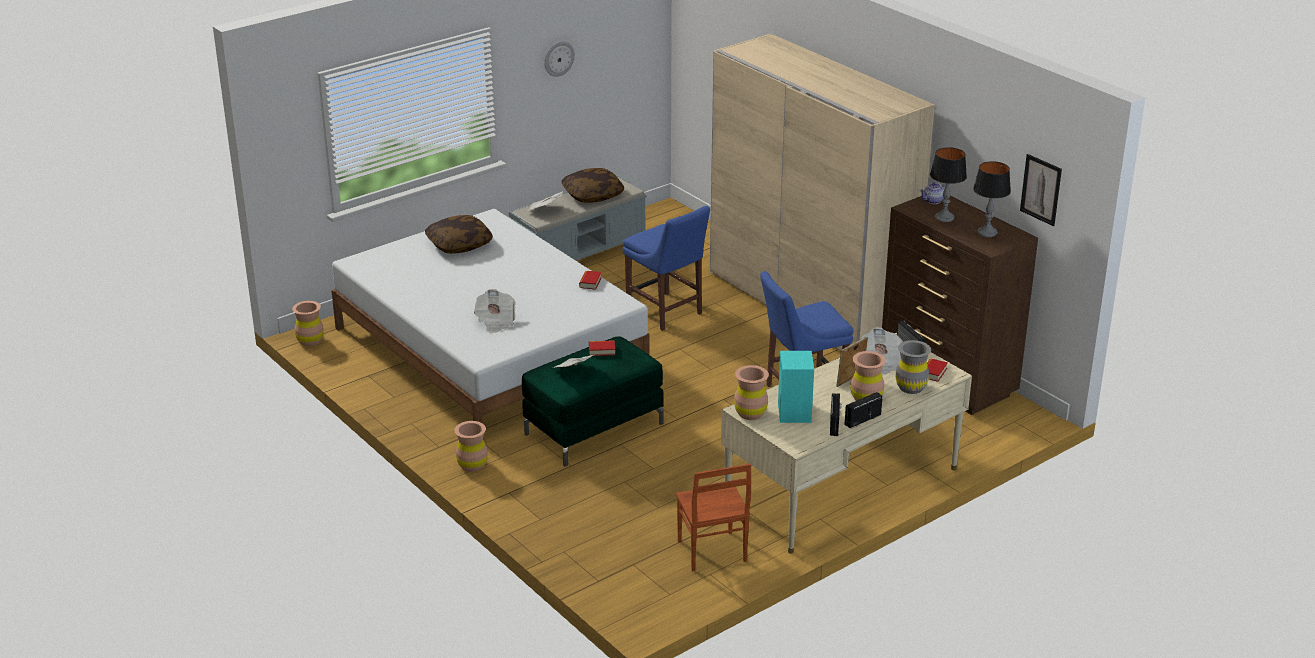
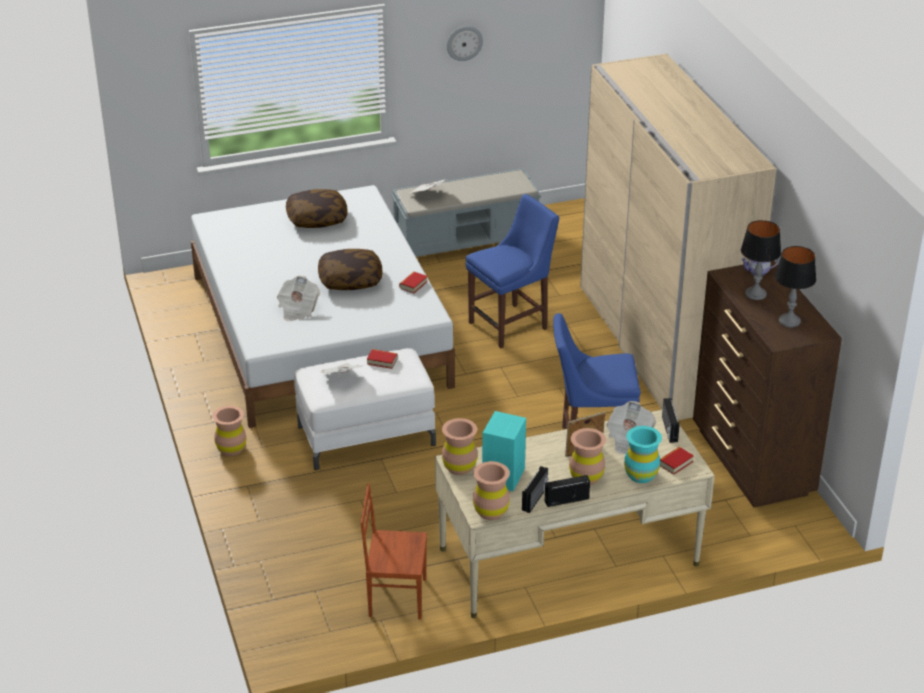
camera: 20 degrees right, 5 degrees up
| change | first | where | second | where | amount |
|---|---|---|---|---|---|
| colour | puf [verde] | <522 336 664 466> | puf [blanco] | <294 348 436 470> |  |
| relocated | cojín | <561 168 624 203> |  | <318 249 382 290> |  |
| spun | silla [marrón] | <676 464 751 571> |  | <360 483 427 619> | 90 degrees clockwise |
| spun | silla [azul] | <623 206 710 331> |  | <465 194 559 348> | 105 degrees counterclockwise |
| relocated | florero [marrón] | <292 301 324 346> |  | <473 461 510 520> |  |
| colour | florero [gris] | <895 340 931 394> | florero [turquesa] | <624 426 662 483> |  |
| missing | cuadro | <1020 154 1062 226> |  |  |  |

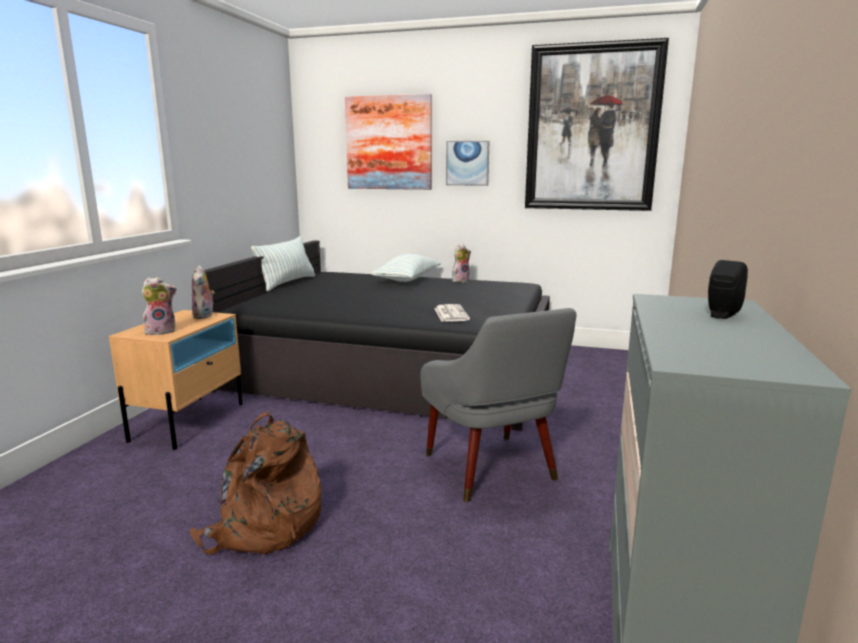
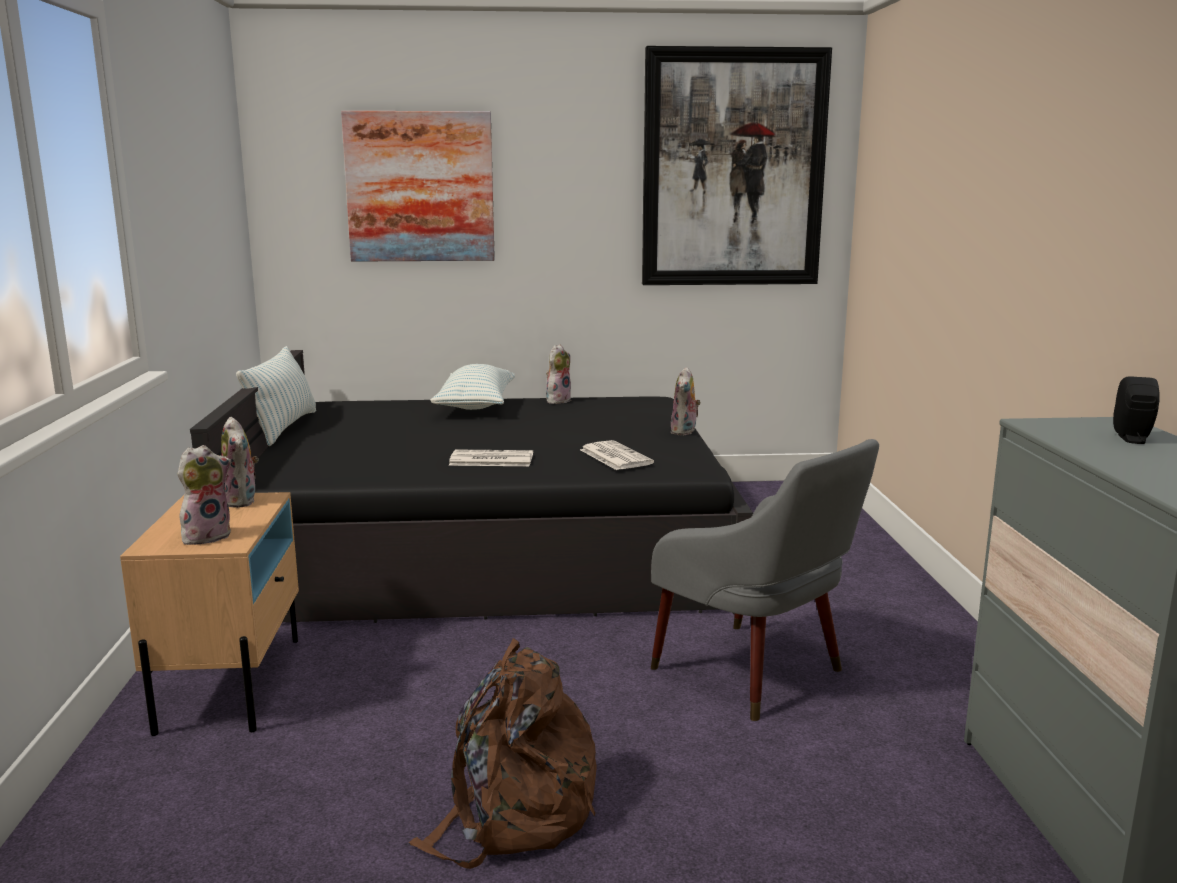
camera: 20 degrees left, 0 degrees up
| change | first | where | second | where | amount |
|---|---|---|---|---|---|
| appeared |  |  | periódico | <449 450 533 466> |  |
| appeared |  |  | peluche | <671 367 701 435> |  |
| missing | cuadro | <446 141 489 186> |  |  |  |

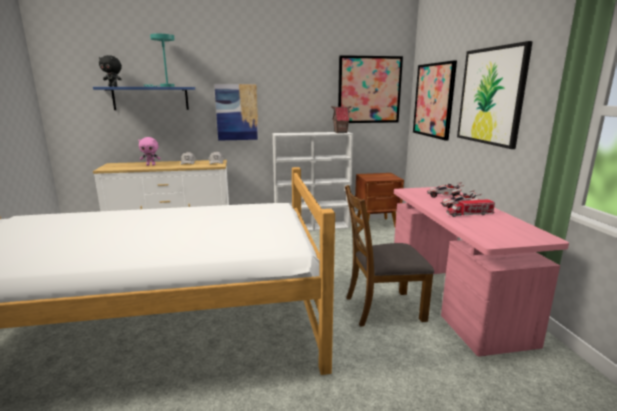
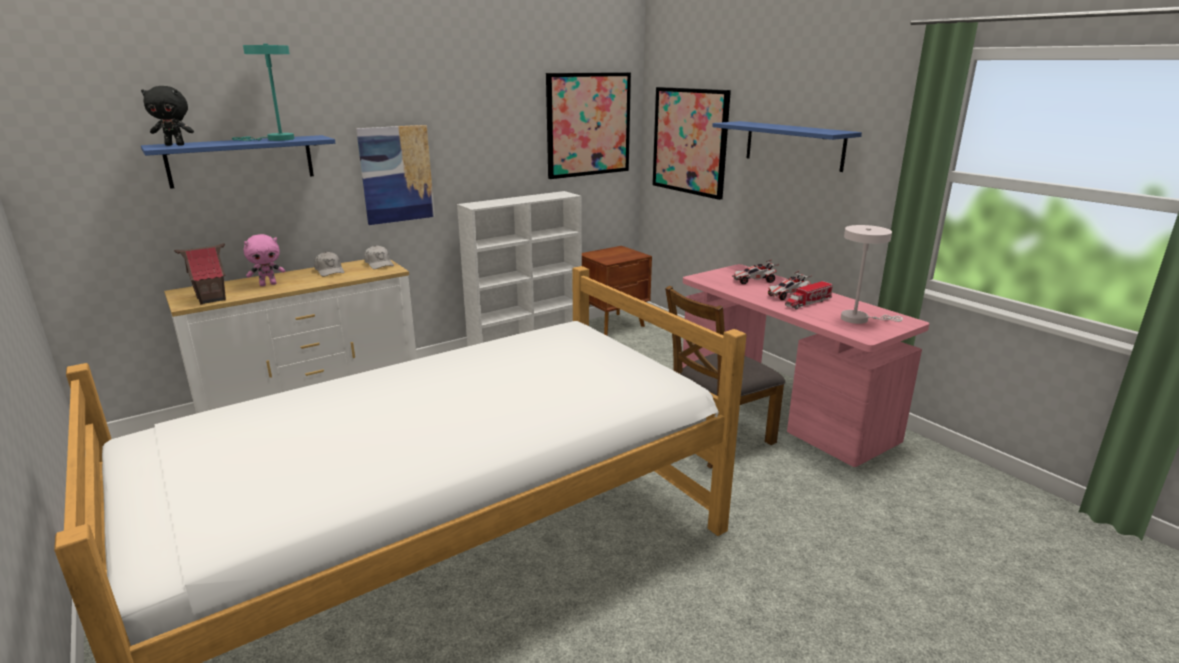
camera: 25 degrees left, 5 degrees up
| change | first | where | second | where | amount |
|---|---|---|---|---|---|
| relocated | casita | <331 106 352 133> |  | <174 243 226 304> |  |
| exchanged | cuadro | <457 41 533 149> | estante [azul] | <712 121 862 172> |  |
| appeared |  |  | lámpara de mesa [blanco] | <841 225 903 324> |  |

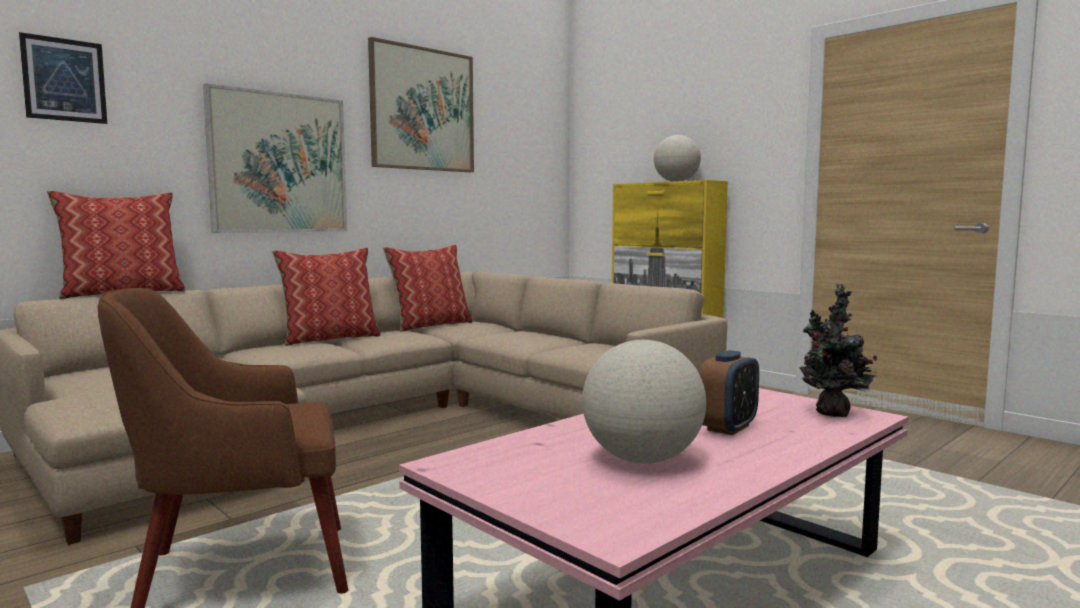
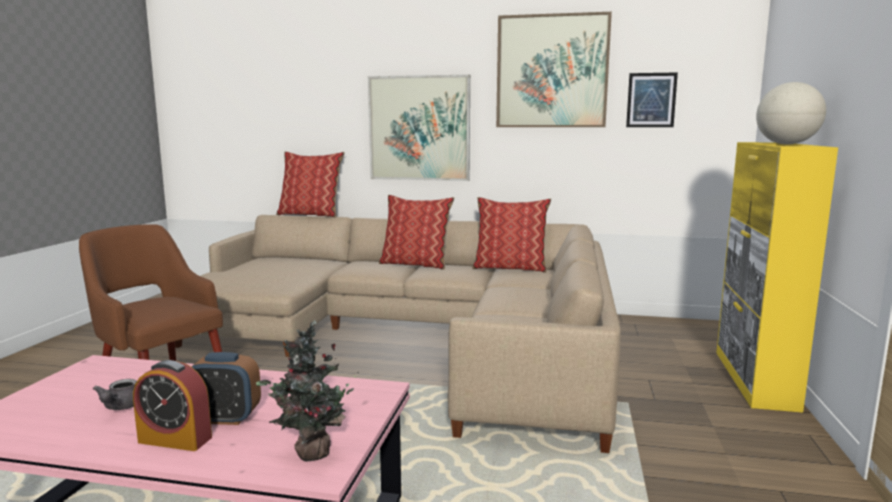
camera: 55 degrees right, 5 degrees up
| change | first | where | second | where | amount |
|---|---|---|---|---|---|
| exchanged | globo terráqueo | <582 340 706 464> | tetera [gris] | <93 379 137 410> |  |
| appeared |  |  | despertador | <133 360 212 451> |  |
| relocated | cuadro | <19 32 107 124> |  | <626 72 678 127> |  |

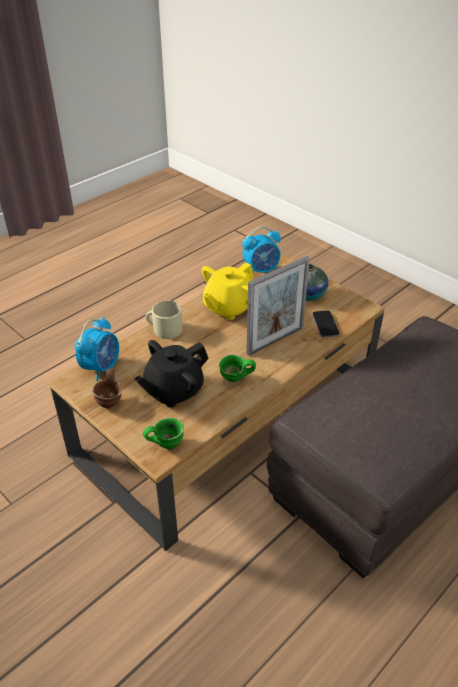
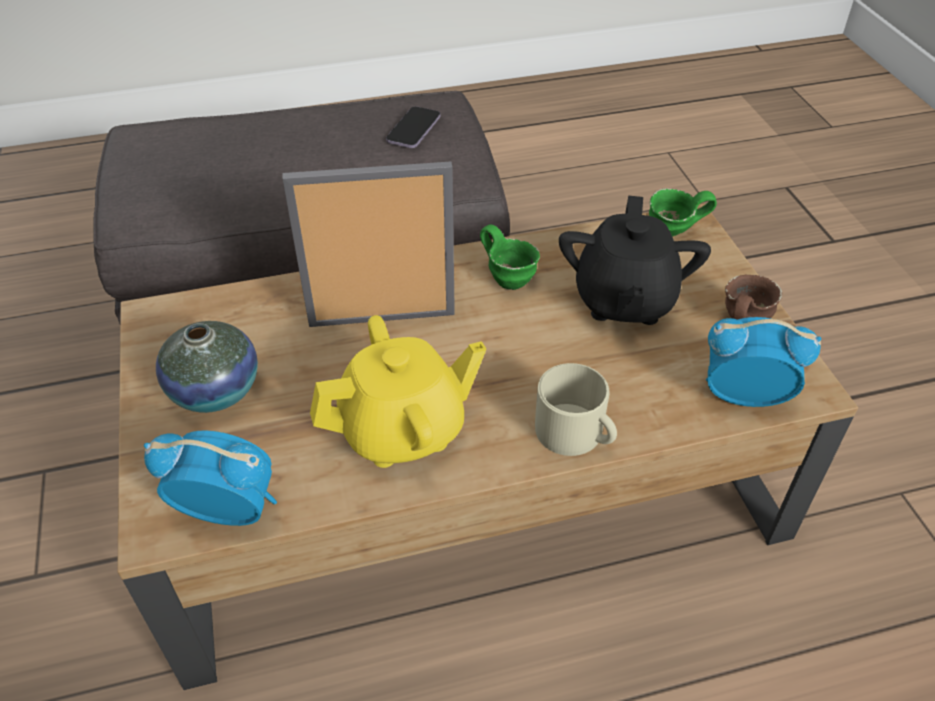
camera: 150 degrees left, 5 degrees up
| change | first | where | second | where | amount |
|---|---|---|---|---|---|
| relocated | móvil | <312 310 339 338> |  | <386 107 441 148> |  |
| spun | tetera [negro] | <134 340 209 408> |  | <559 195 711 325> | 105 degrees clockwise |
| spun | despertador | <75 317 119 381> |  | <706 317 821 407> | 45 degrees clockwise |

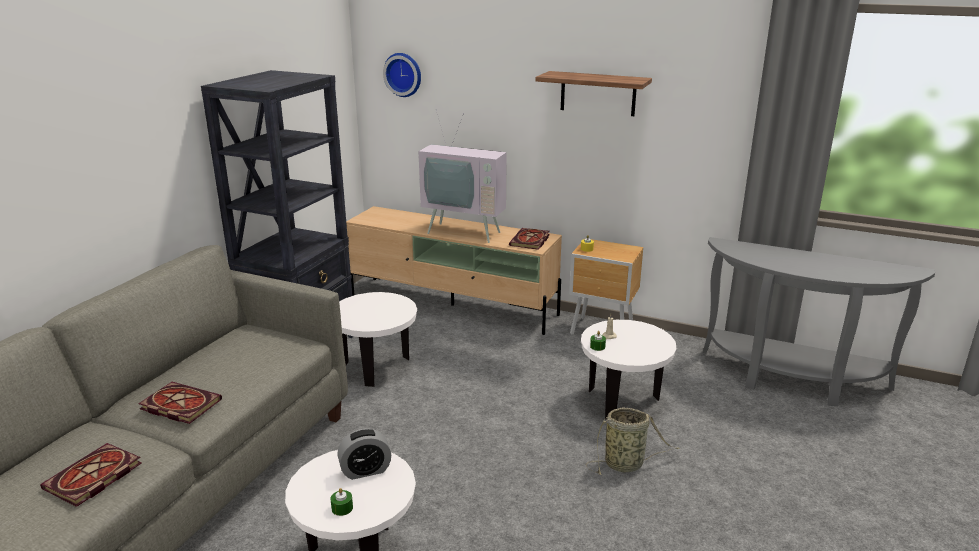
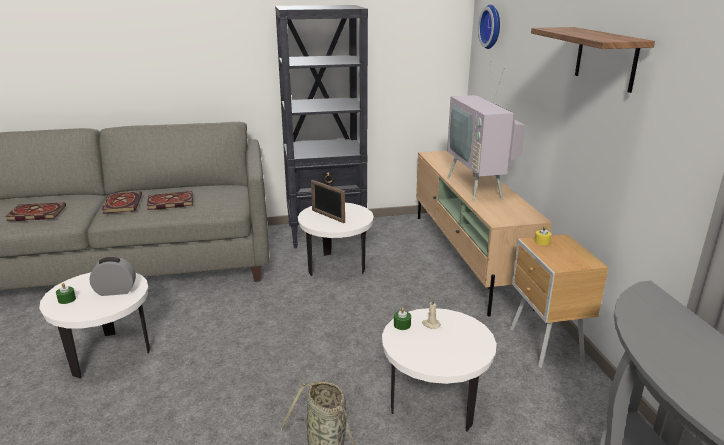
camera: 55 degrees right, 0 degrees up
| change | first | where | second | where | amount |
|---|---|---|---|---|---|
| spun | despertador | <337 428 391 480> |  | <89 257 136 296> | 135 degrees clockwise |
| relocated | libro | <509 228 550 250> |  | <147 191 193 210> |  |
| appeared |  |  | portarretratos | <311 180 345 223> |  |

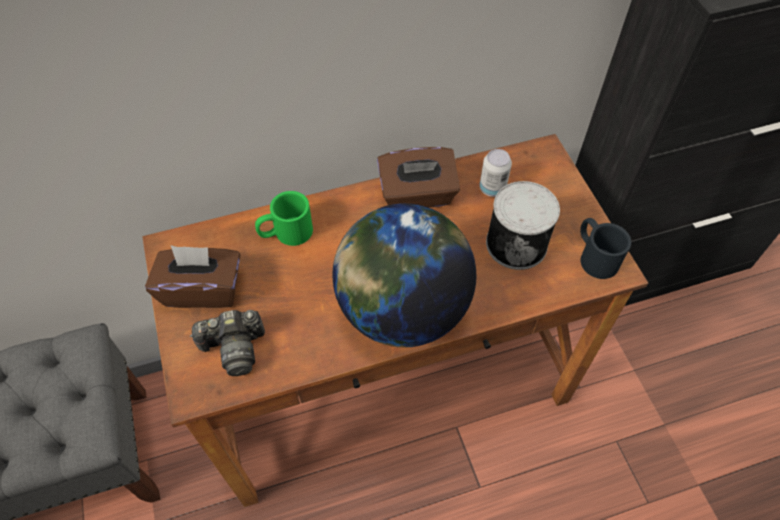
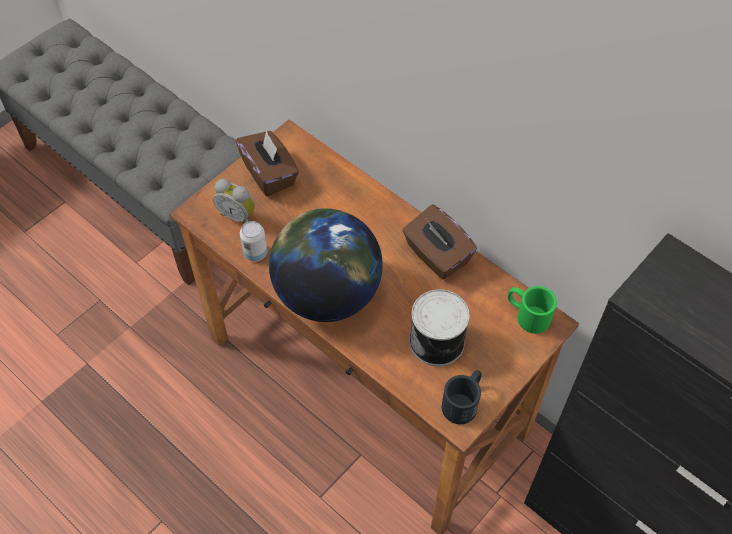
camera: 60 degrees right, 0 degrees up
| change | first | where | second | where | amount |
|---|---|---|---|---|---|
| exchanged | cámara | <190 310 265 376> | despertador | <213 179 255 223> |  |
| relocated | lata | <479 149 512 197> |  | <240 221 267 262> |  |
| relocated | taza grande [verde] | <255 191 313 246> |  | <508 286 557 334> |  |

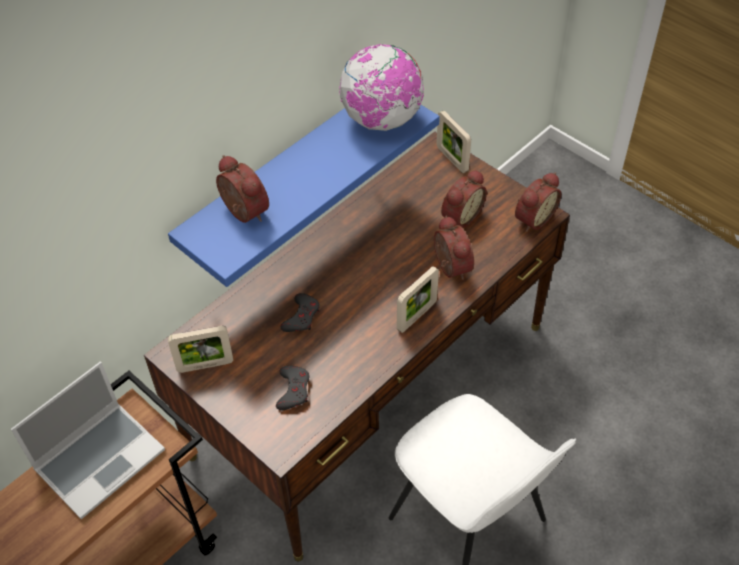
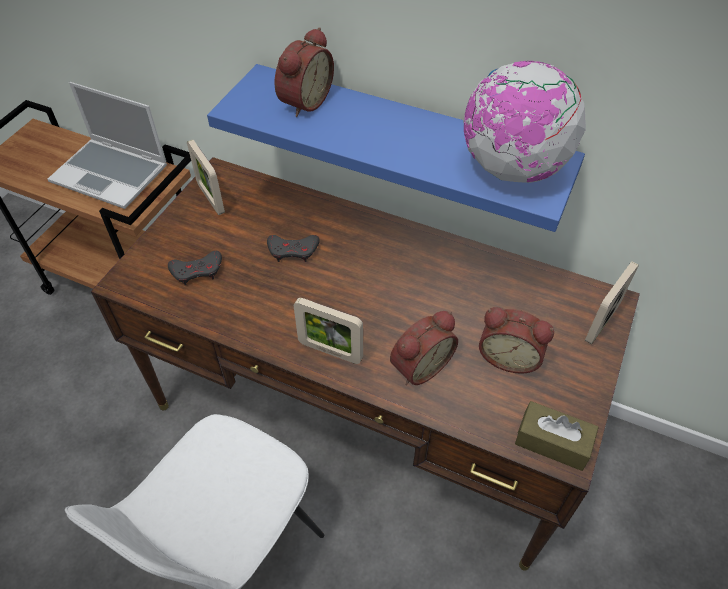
camera: 70 degrees right, 0 degrees up
| change | first | where | second | where | amount |
|---|---|---|---|---|---|
| exchanged | despertador | <515 172 561 232> | caja de pañuelos [marrón] | <515 401 599 471> |  |

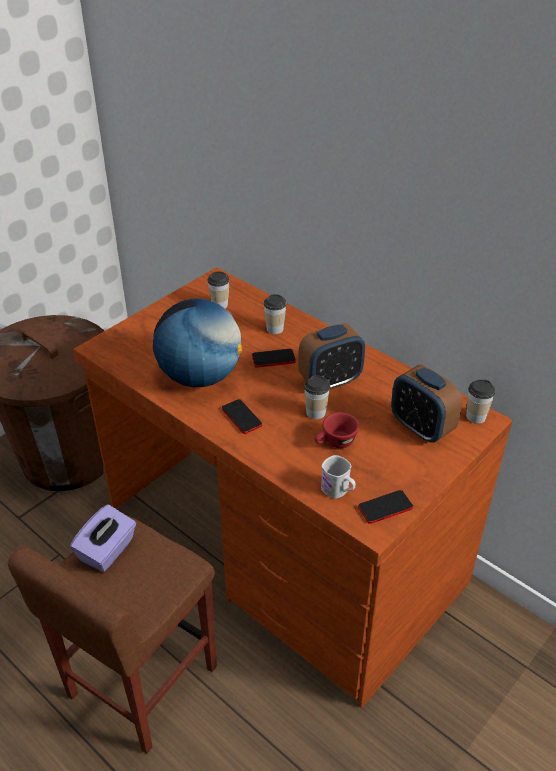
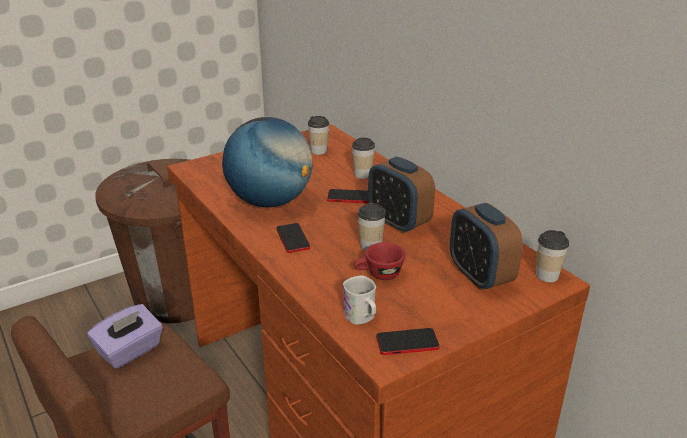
camera: 15 degrees right, 10 degrees down
| change | first | where | second | where | amount |
|---|---|---|---|---|---|
| spun | despertador | <298 323 365 390> |  | <368 156 435 234> | 60 degrees clockwise |

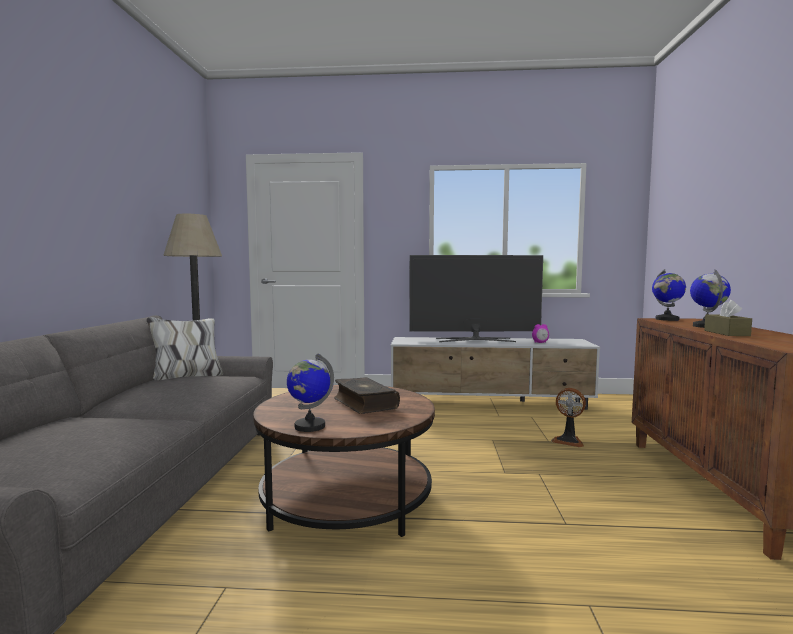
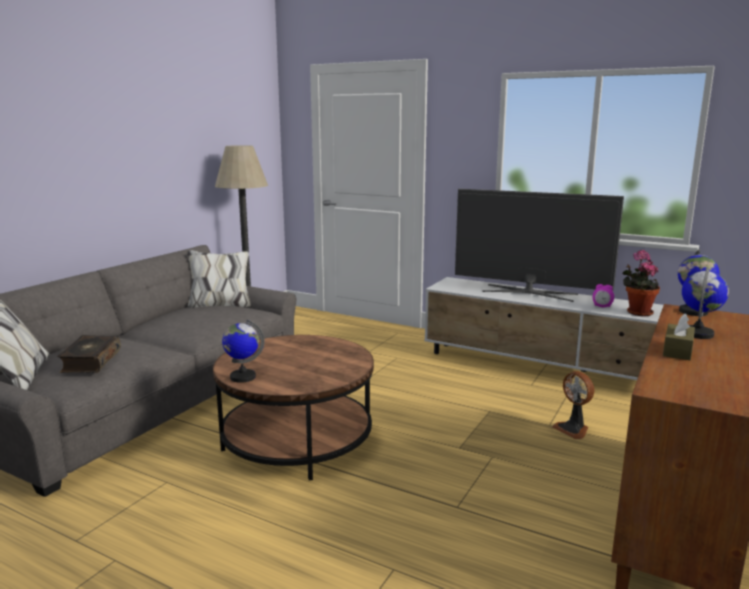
camera: 25 degrees right, 10 degrees up
| change | first | where | second | where | amount |
|---|---|---|---|---|---|
| relocated | libro | <334 377 400 414> |  | <57 335 121 373> |  |
| appeared |  |  | planta en maceta | <622 250 660 316> |  |

